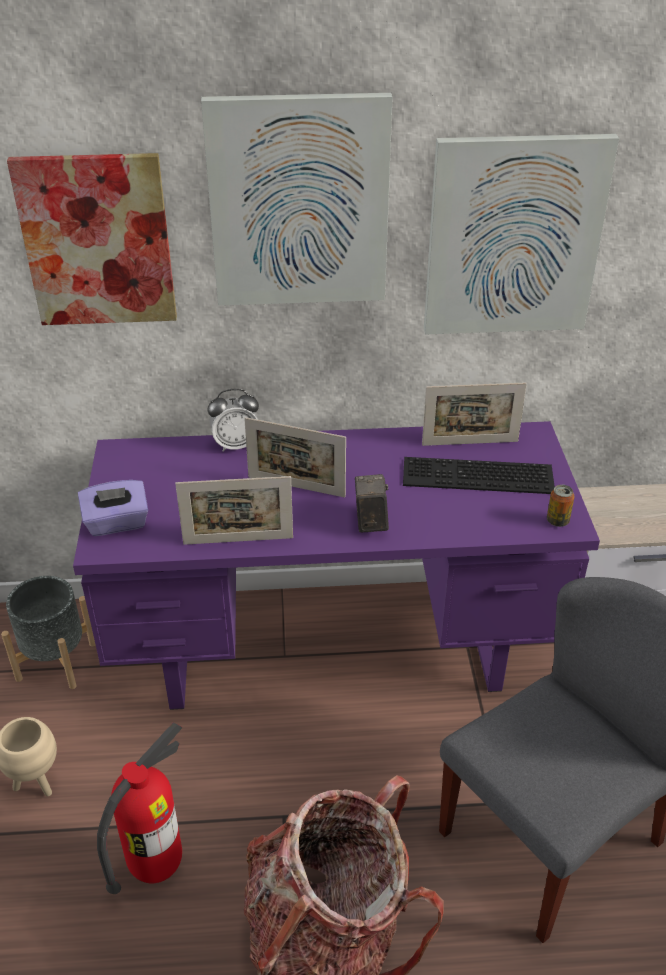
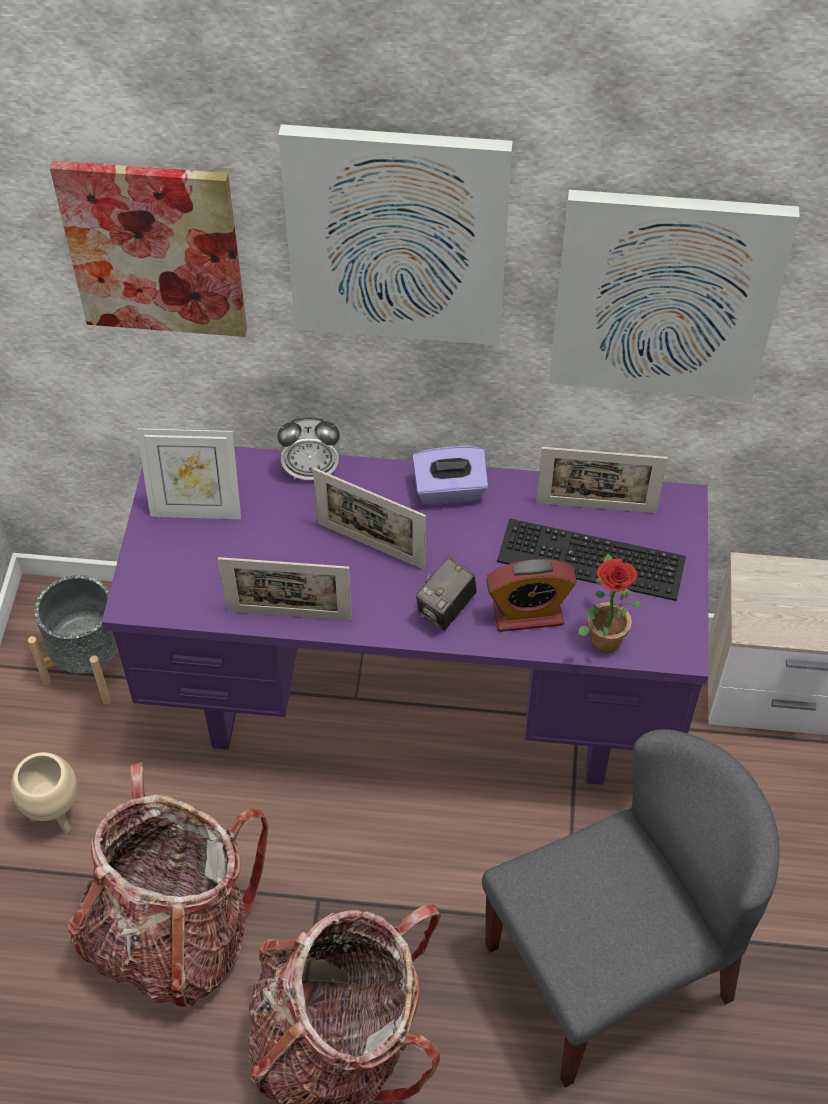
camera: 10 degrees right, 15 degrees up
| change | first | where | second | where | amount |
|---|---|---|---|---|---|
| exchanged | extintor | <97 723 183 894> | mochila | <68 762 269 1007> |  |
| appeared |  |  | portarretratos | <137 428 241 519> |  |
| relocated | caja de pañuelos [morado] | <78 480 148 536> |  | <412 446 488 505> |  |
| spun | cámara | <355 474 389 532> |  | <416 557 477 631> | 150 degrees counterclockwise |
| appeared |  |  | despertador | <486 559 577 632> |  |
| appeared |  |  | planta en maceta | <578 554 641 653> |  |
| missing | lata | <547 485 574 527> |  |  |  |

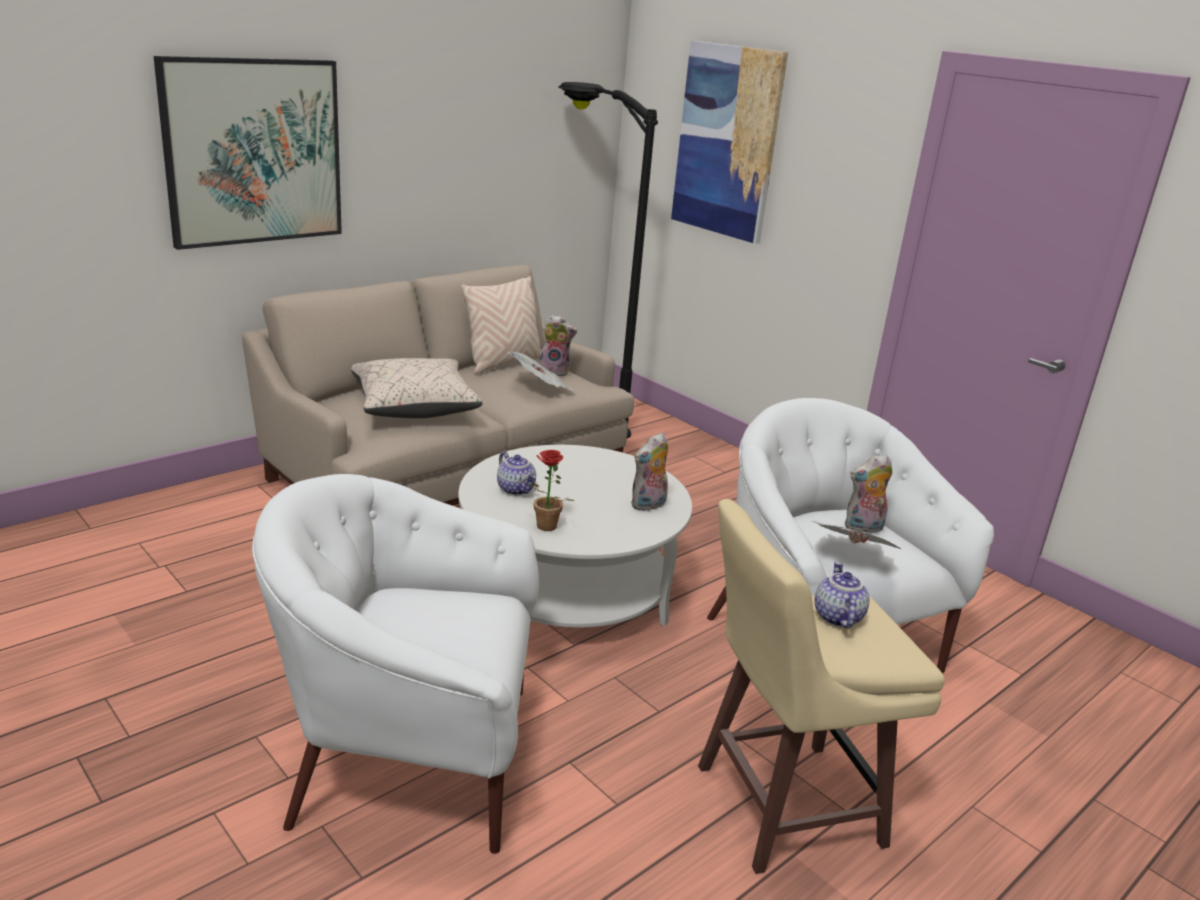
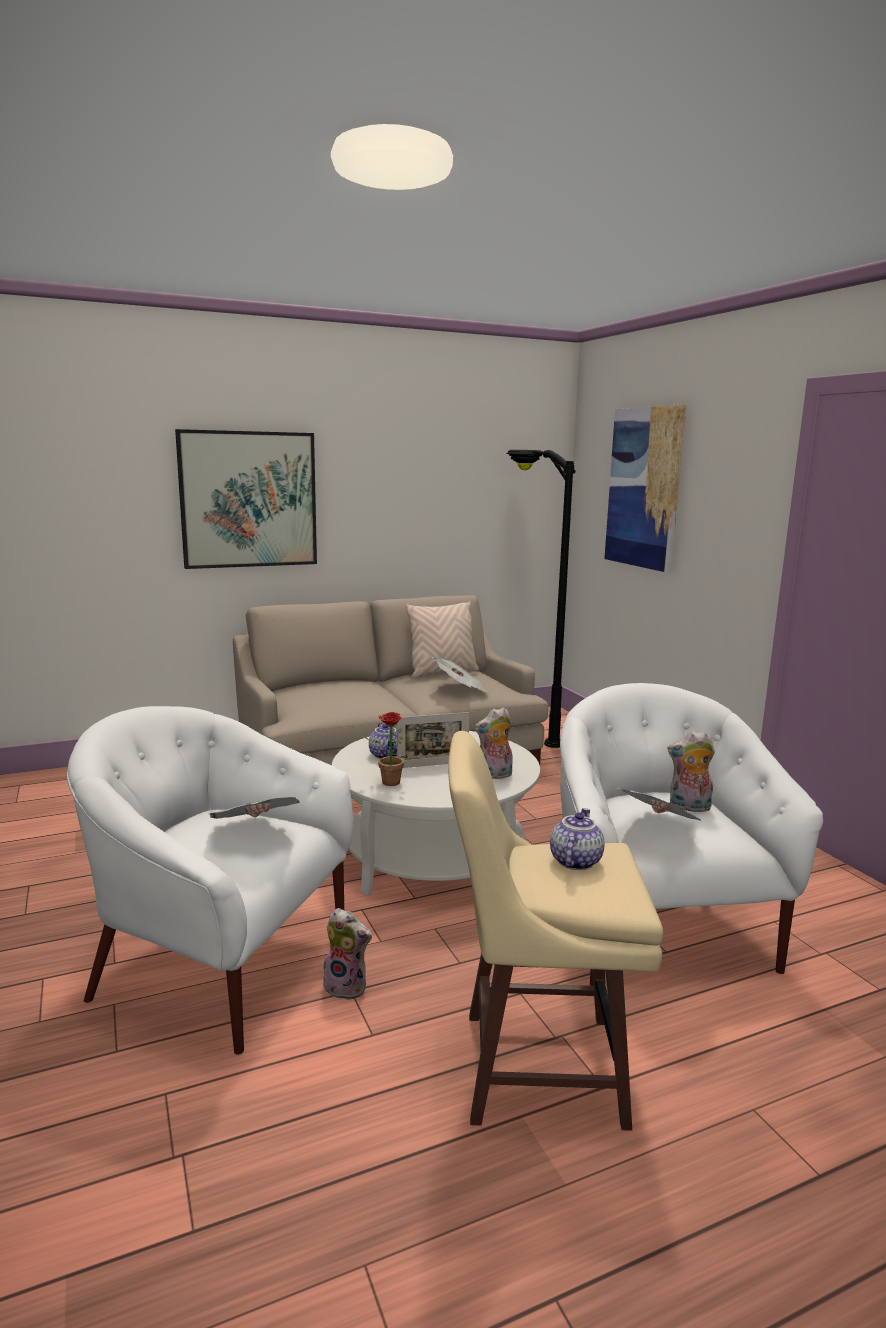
camera: 20 degrees right, 10 degrees down
| change | first | where | second | where | amount |
|---|---|---|---|---|---|
| appeared |  |  | periódico | <209 797 300 819> |  |
| relocated | peluche | <540 315 577 377> |  | <323 908 372 1000> |  |
| appeared |  |  | portarretratos | <397 712 470 768> |  |
| missing | cojín [beis] | <351 358 483 418> |  |  |  |

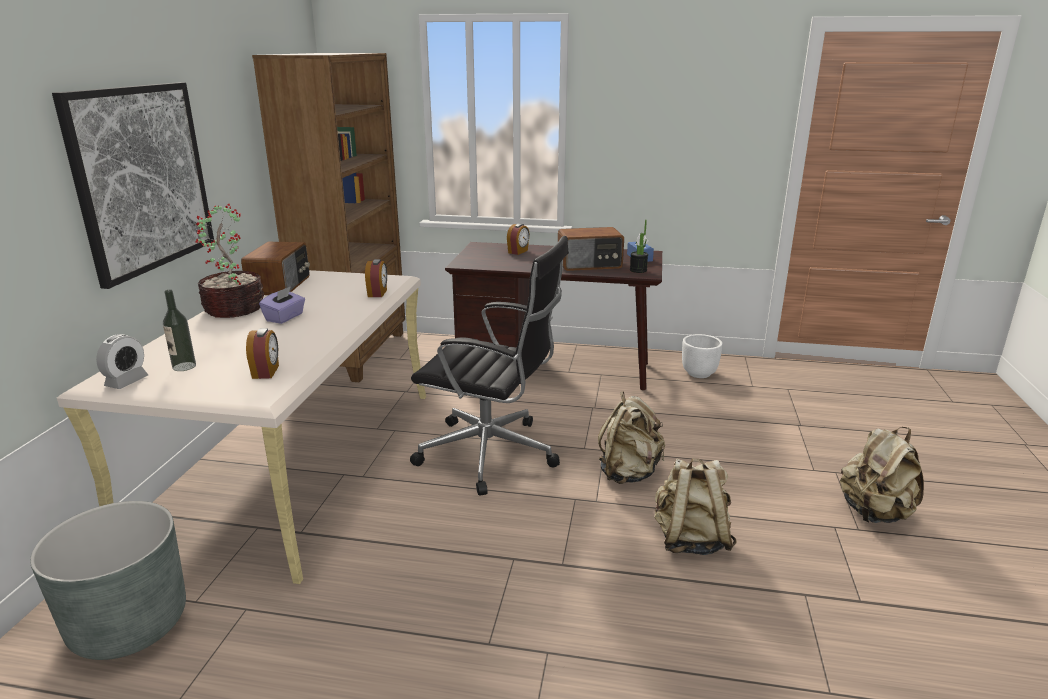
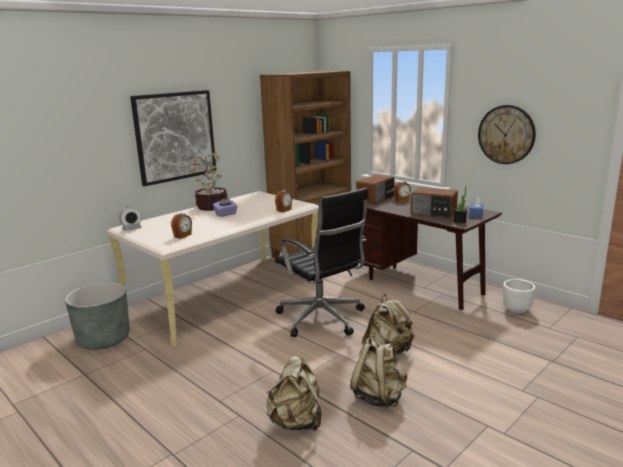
camera: 35 degrees right, 5 degrees down
| change | first | where | second | where | amount |
|---|---|---|---|---|---|
| relocated | mochila [beis] | <840 427 924 523> |  | <266 356 321 431> |  |
| relocated | radio | <241 242 310 295> |  | <356 175 395 204> |  |
| appeared |  |  | reloj de pared | <478 105 536 164> |  |
| missing | botella | <163 290 196 371> |  |  |  |

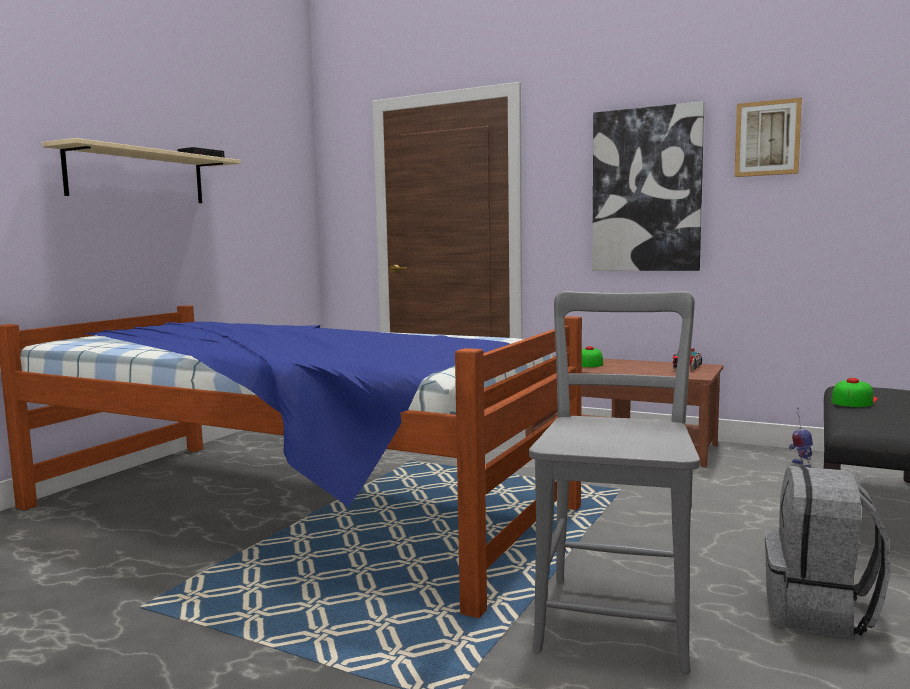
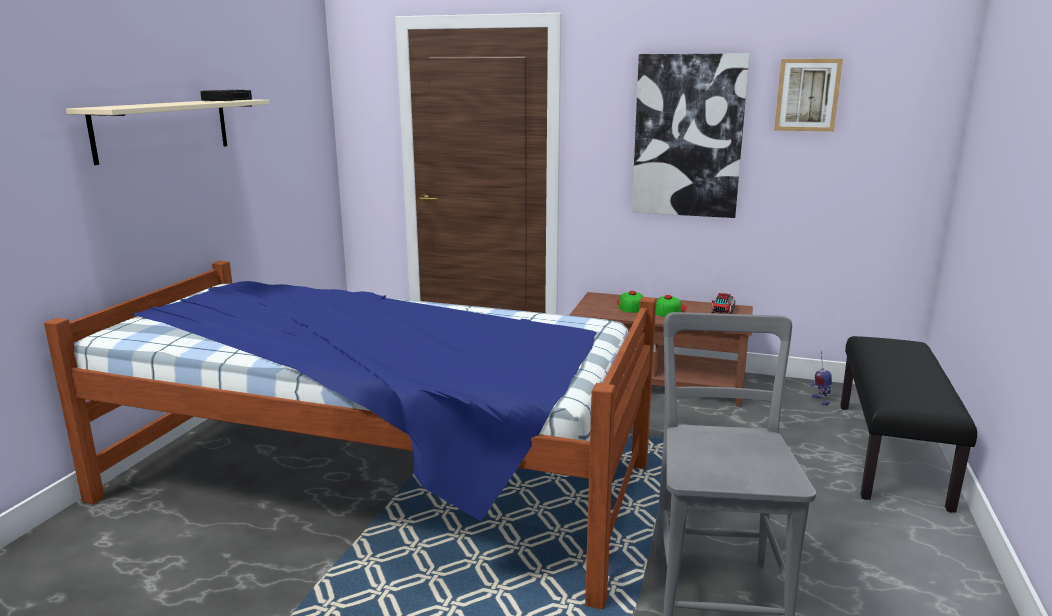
camera: 10 degrees left, 10 degrees up
| change | first | where | second | where | amount |
|---|---|---|---|---|---|
| relocated | gorra | <831 378 878 407> |  | <656 295 687 317> |  |
| missing | mochila [gris] | <765 466 891 638> |  |  |  |

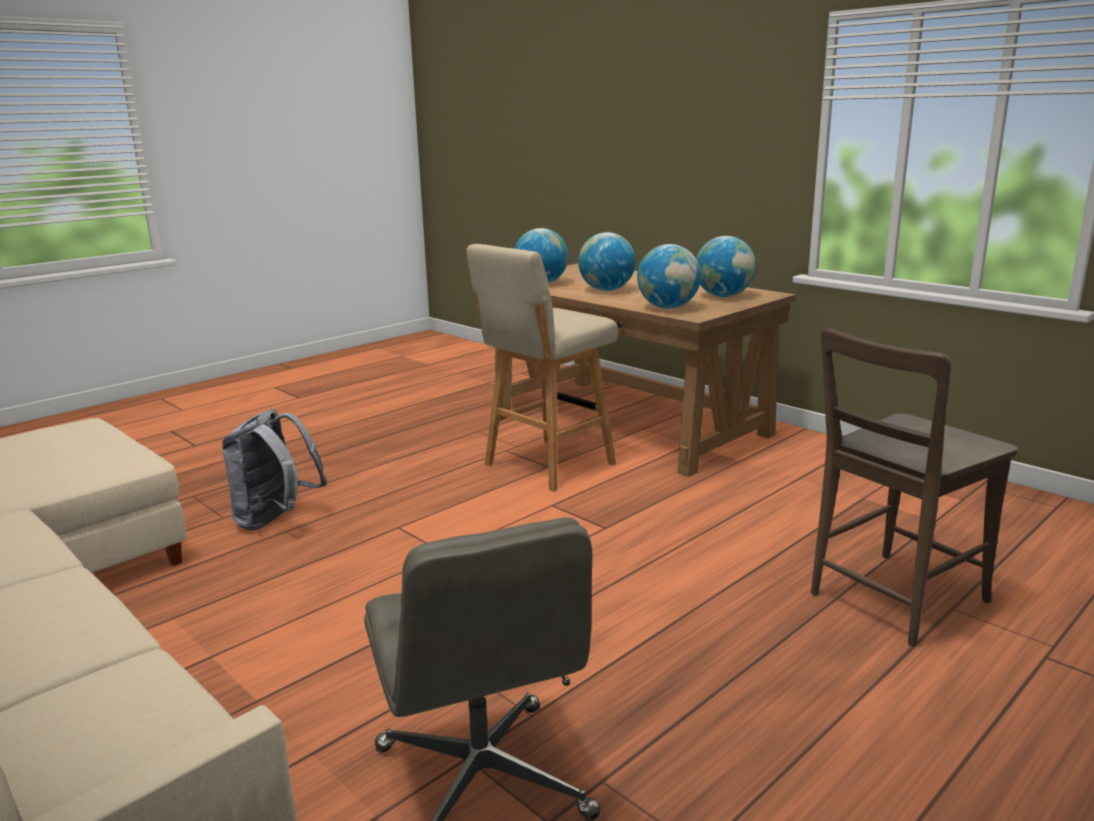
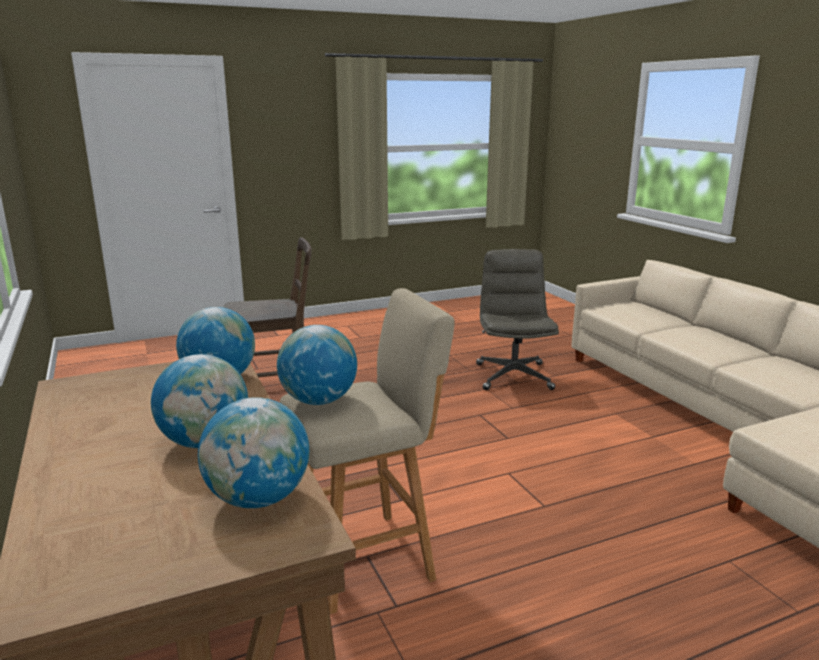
camera: 160 degrees left, 0 degrees up
| change | first | where | second | where | amount |
|---|---|---|---|---|---|
| relocated | globo terráqueo | <696 236 756 297> |  | <277 325 357 405> |  |
| missing | mochila [gris] | <222 409 327 530> |  |  |  |

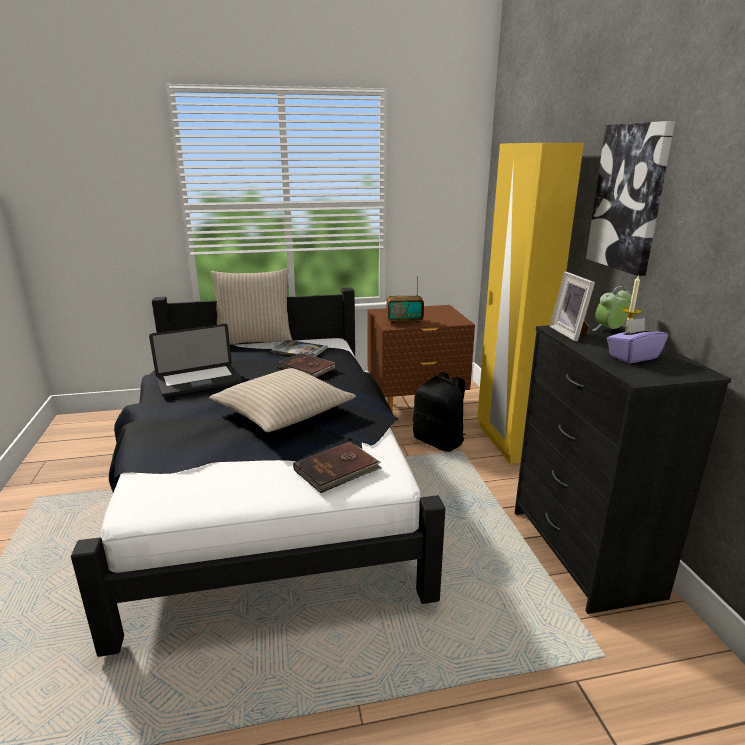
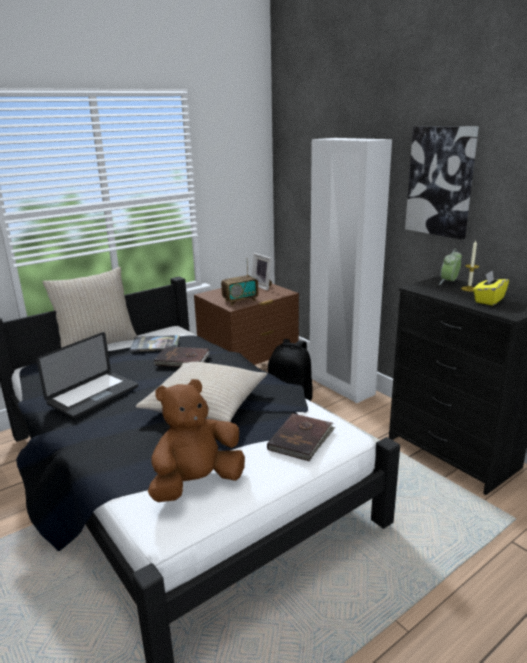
camera: 25 degrees left, 0 degrees up
| change | first | where | second | where | amount |
|---|---|---|---|---|---|
| appeared |  |  | peluche [marrón] | <148 379 245 502> |  |
| relocated | portarretratos | <550 272 595 342> |  | <252 253 272 291> |  |
| colour | armario ropero [amarillo] | <477 143 584 464> | armario ropero [blanco] | <309 138 392 403> |  |
| colour | caja de pañuelos [morado] | <607 318 668 364> | caja de pañuelos [amarillo] | <473 271 509 306> |  |

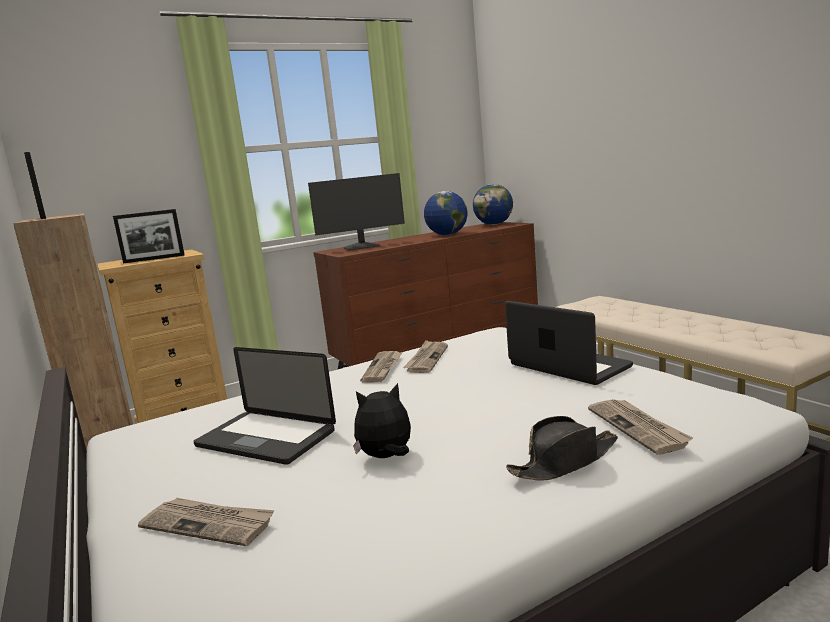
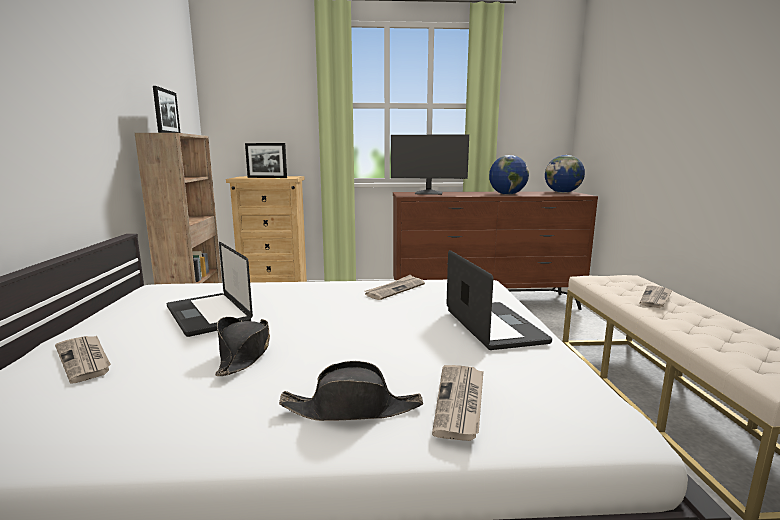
camera: 25 degrees right, 0 degrees up
| change | first | where | second | where | amount |
|---|---|---|---|---|---|
| exchanged | peluche | <353 383 411 458> | sombrero [negro] | <215 317 270 376> |  |
| relocated | periódico | <360 351 403 383> |  | <640 286 672 308> |  |

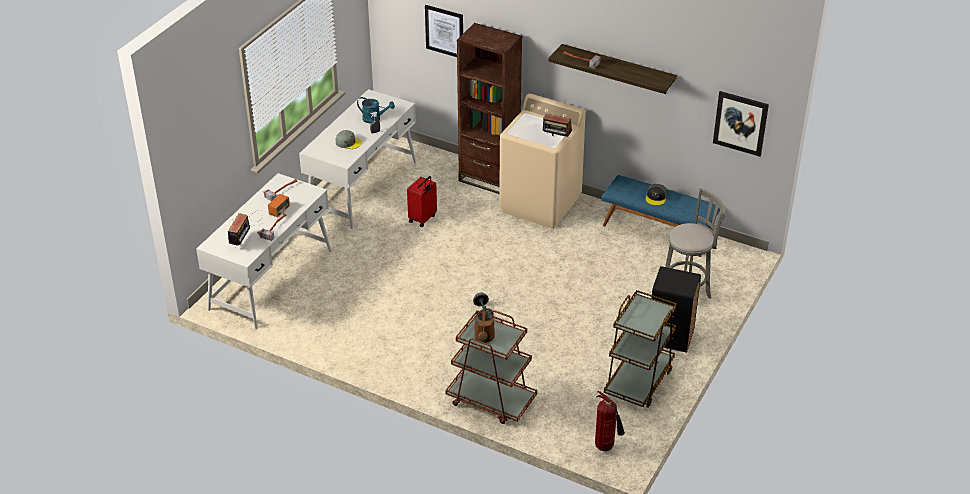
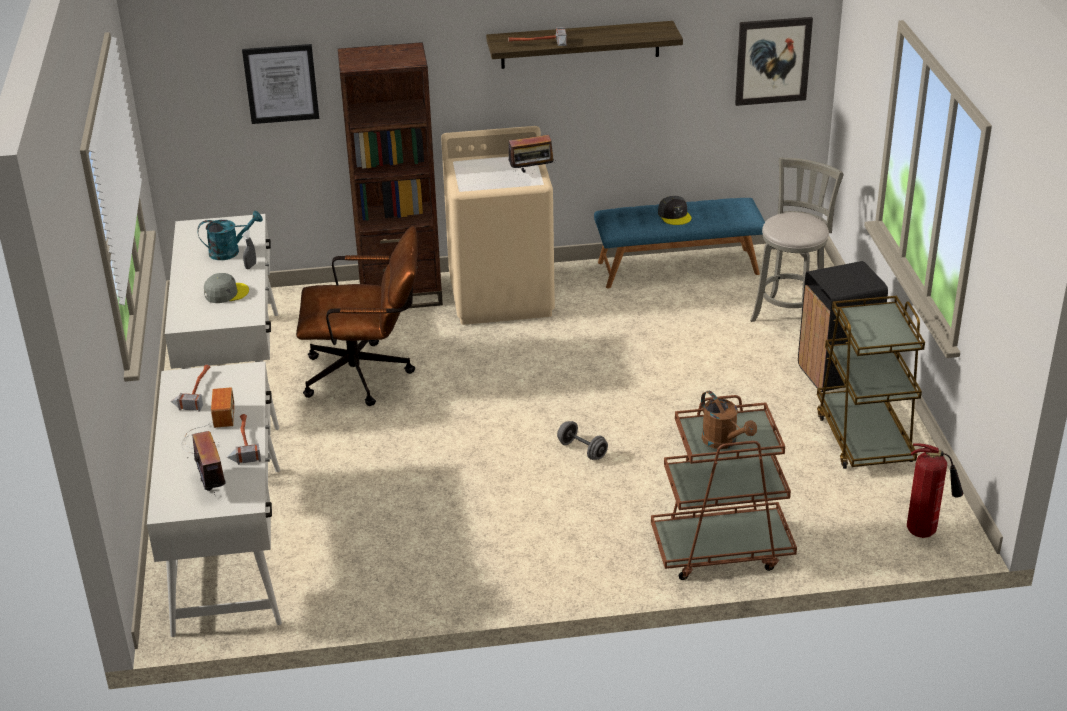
camera: 35 degrees left, 5 degrees down
| change | first | where | second | where | amount |
|---|---|---|---|---|---|
| exchanged | maleta [rojo] | <407 176 437 227> | silla de oficina [marrón] | <296 226 417 406> |  |

